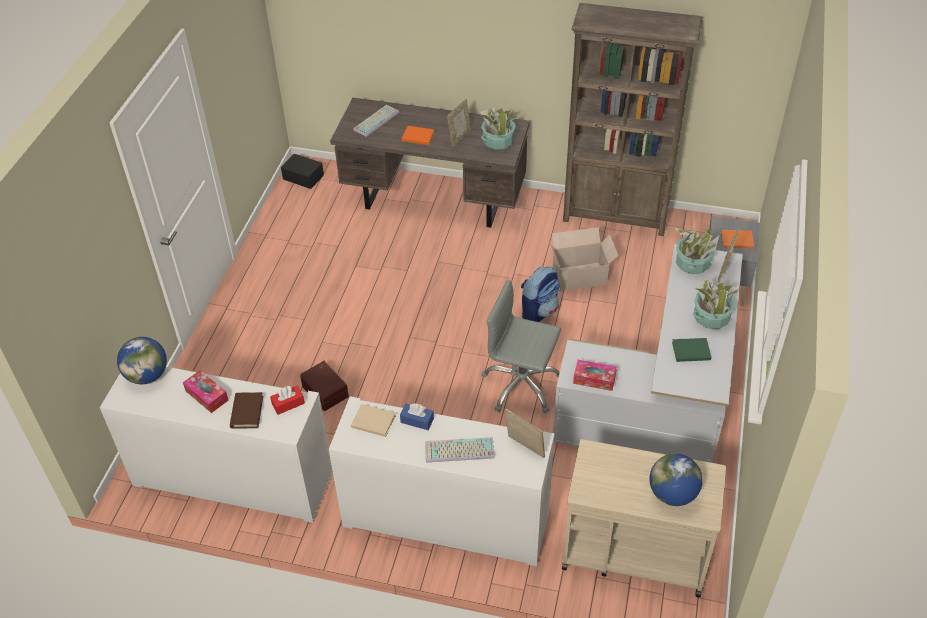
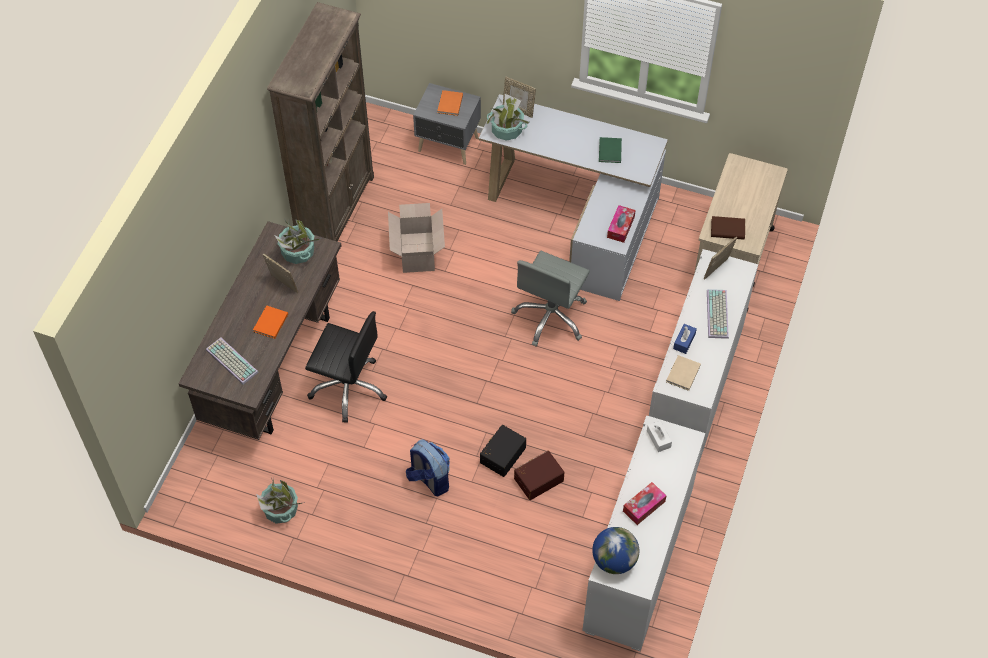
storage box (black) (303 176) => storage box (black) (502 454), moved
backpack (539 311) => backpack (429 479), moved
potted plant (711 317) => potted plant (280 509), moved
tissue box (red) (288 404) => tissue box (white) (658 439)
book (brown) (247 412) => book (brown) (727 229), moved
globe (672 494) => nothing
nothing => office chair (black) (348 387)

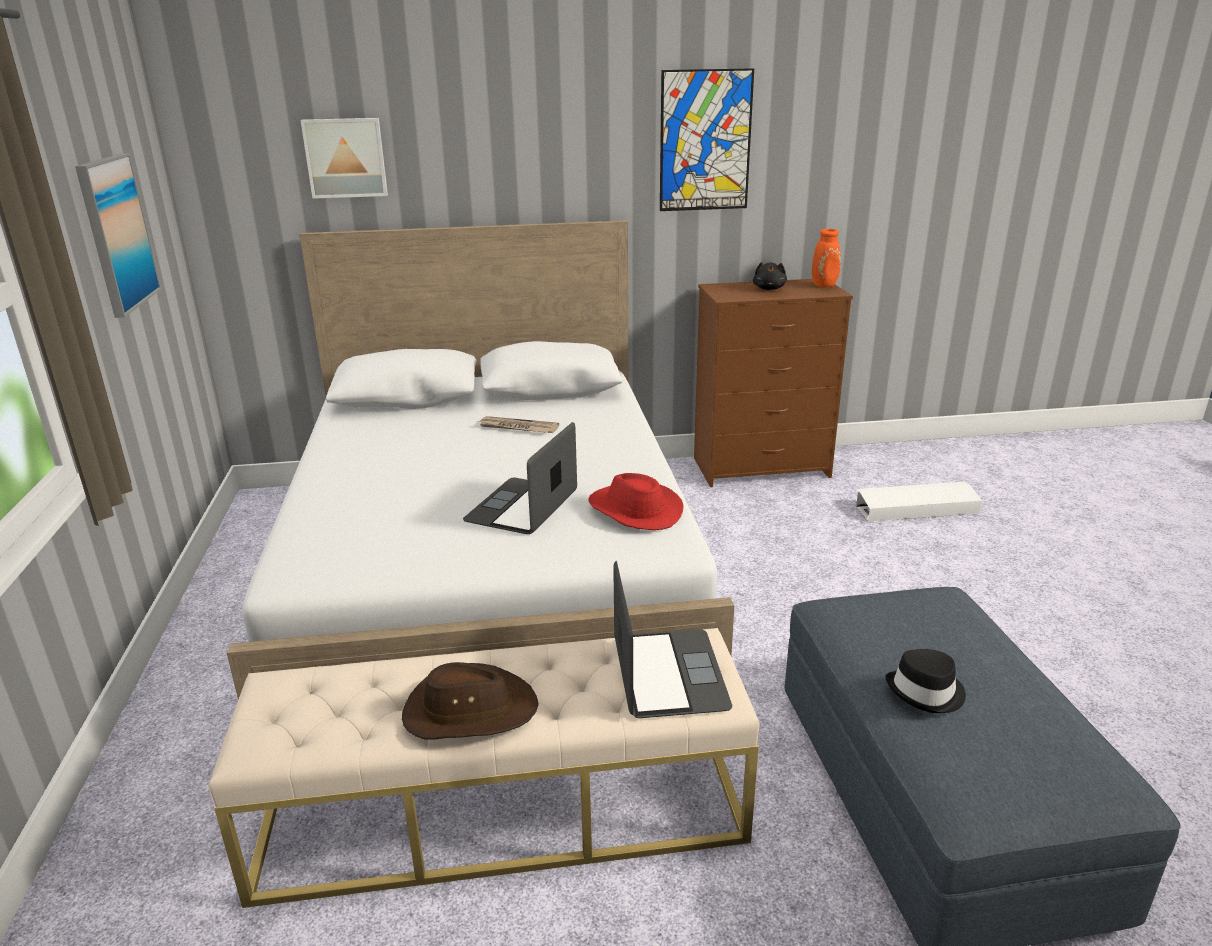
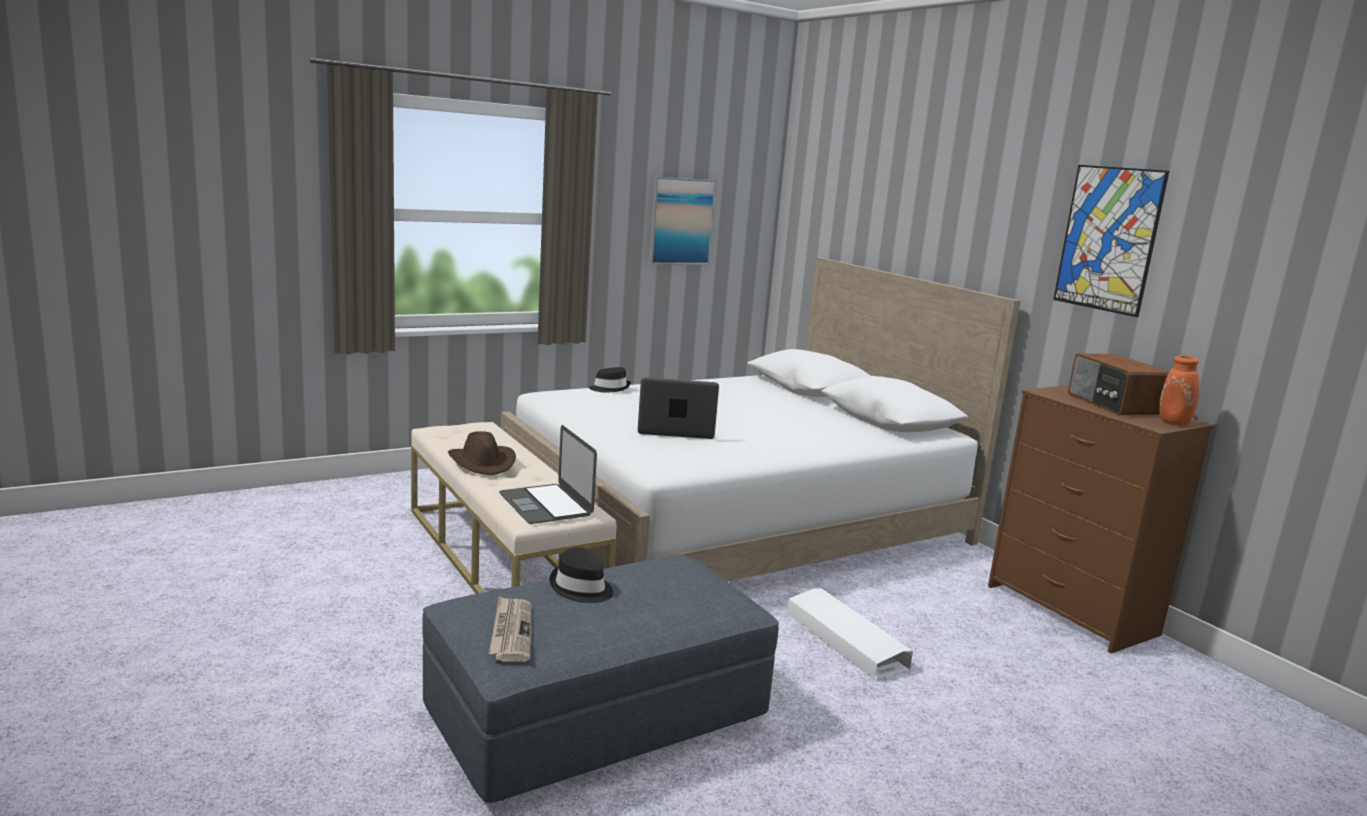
picture (345 158) => nothing
plush toy (black) (769 289) => radio (1111 404)
newspaper (517 427) => newspaper (511 631), moved
hat (red) (634 510) => nothing
storage box (white) (915 509) => storage box (white) (845 640), moved
laptop (668 673) => laptop (546 504), 90 degrees clockwise
nothing => hat (black) (610 388)

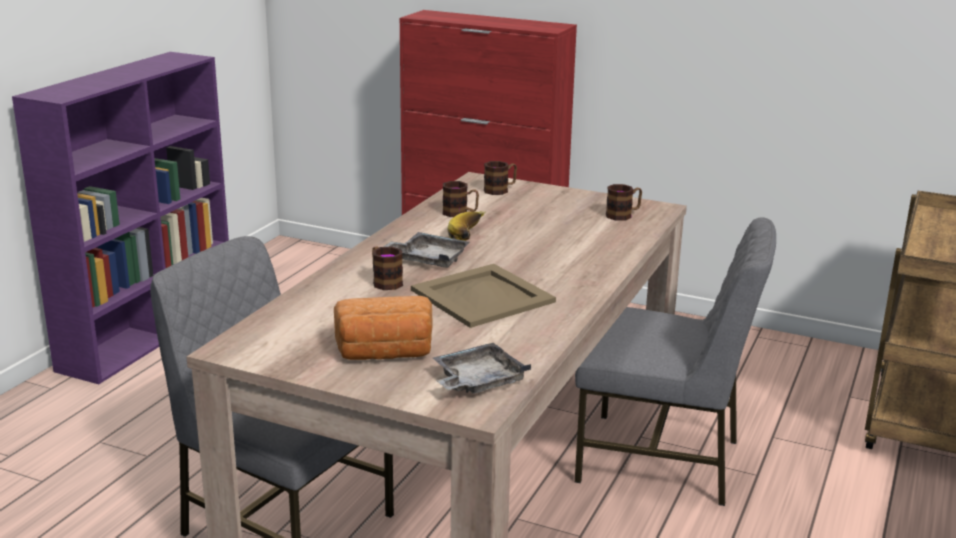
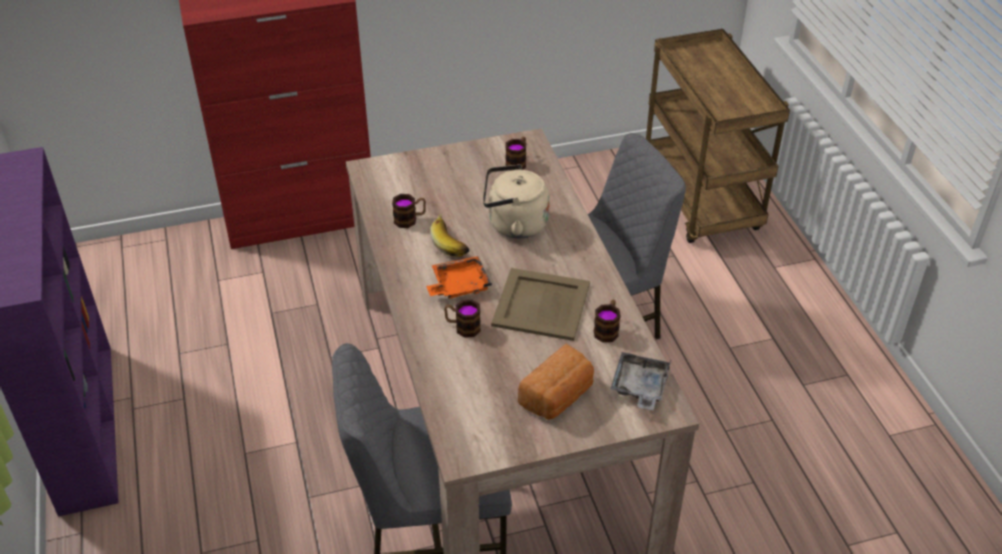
mug (500 190) => mug (607 329), moved
tray (grey) (429 259) => tray (orange) (459 285)
nothing => kettle (beige) (513 224)

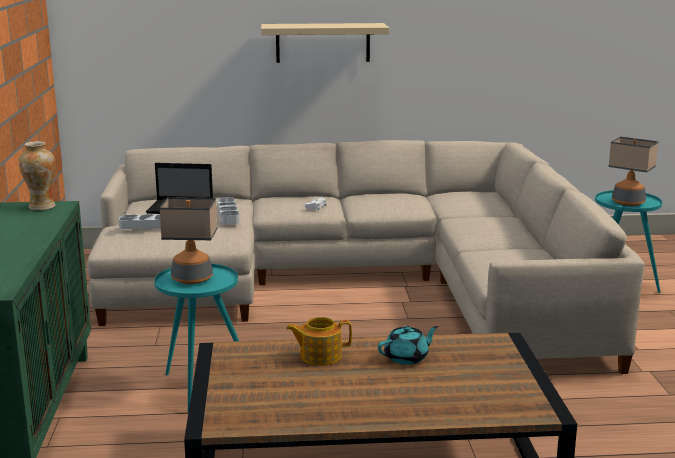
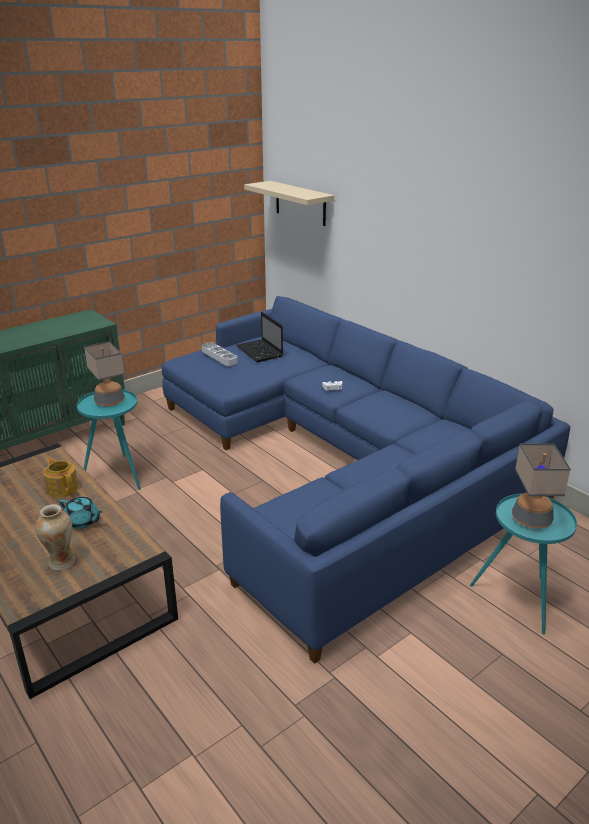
shelf (beige) (323 42) => shelf (beige) (300 203), moved
sofa (beige) (359 284) => sofa (blue) (340 465)
vase (42 207) => vase (61 562), moved
tray (grey) (228 214) => nothing

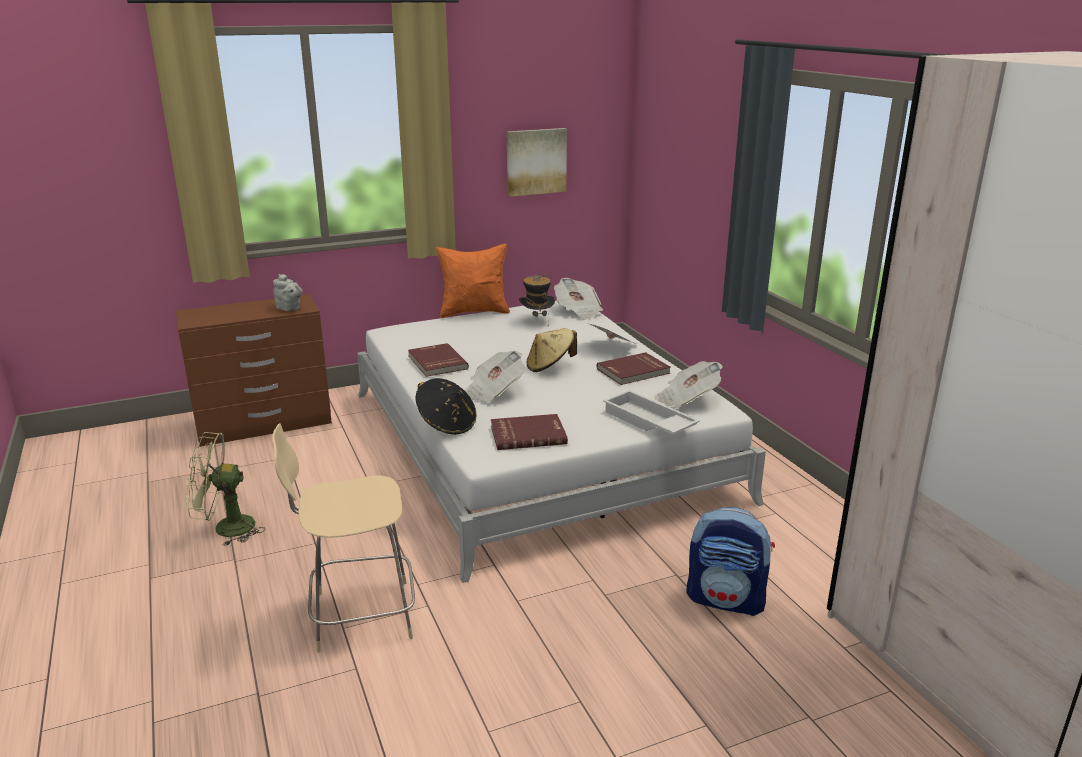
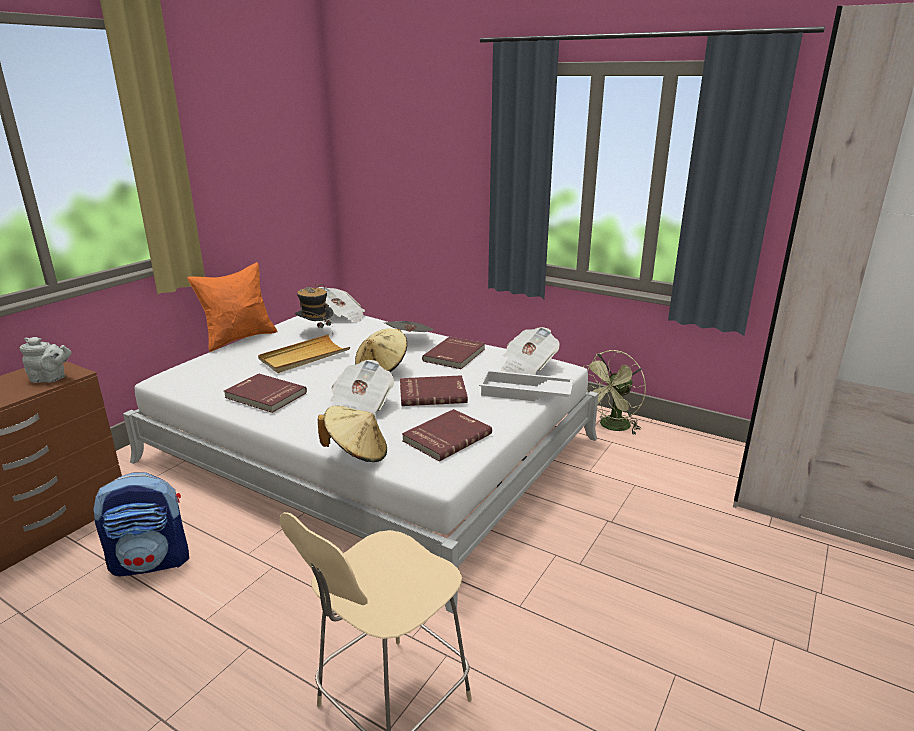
picture (536 161) => nothing
hat (black) (447 425) => hat (beige) (356 454)
fan (green) (225 528) => fan (green) (612 427), moved
backpack (726 600) => backpack (152 561), moved
nothing => tray (beige) (304 357)
nothing => book (red) (432 393)

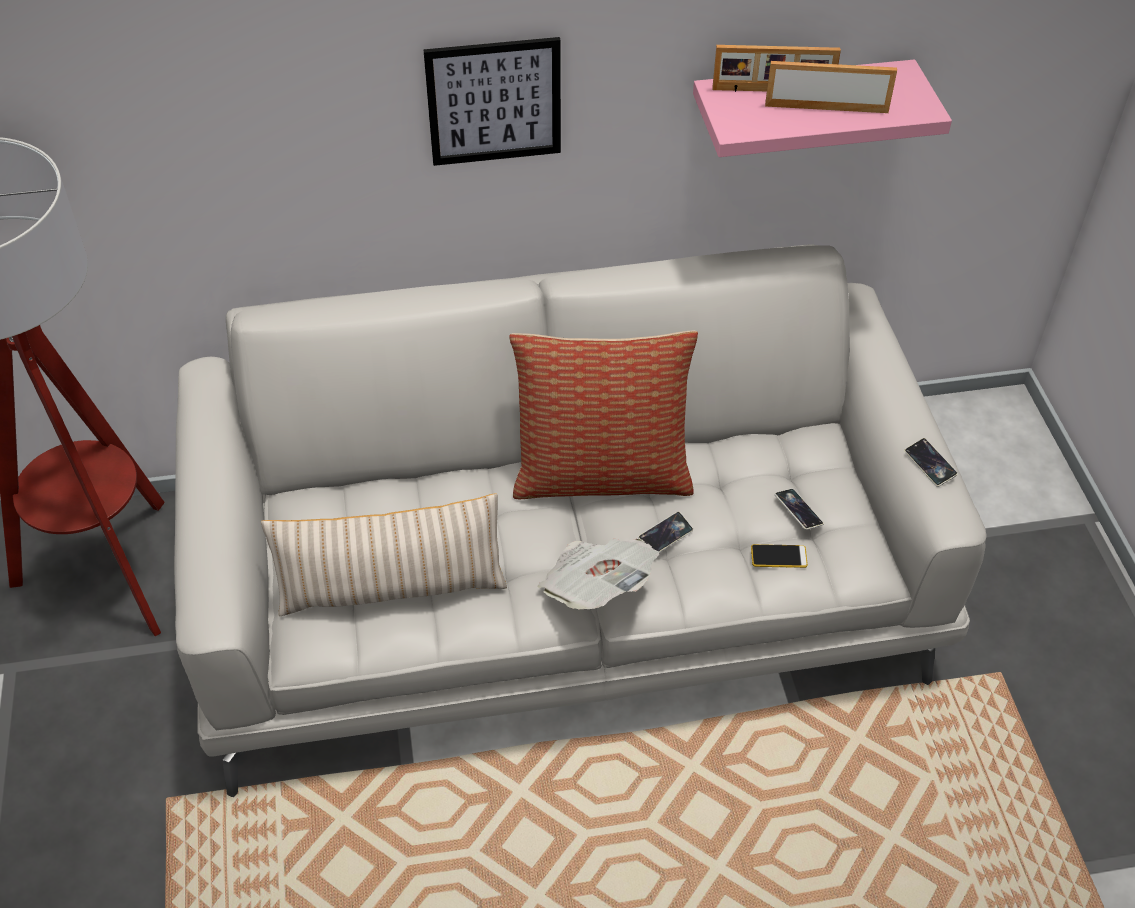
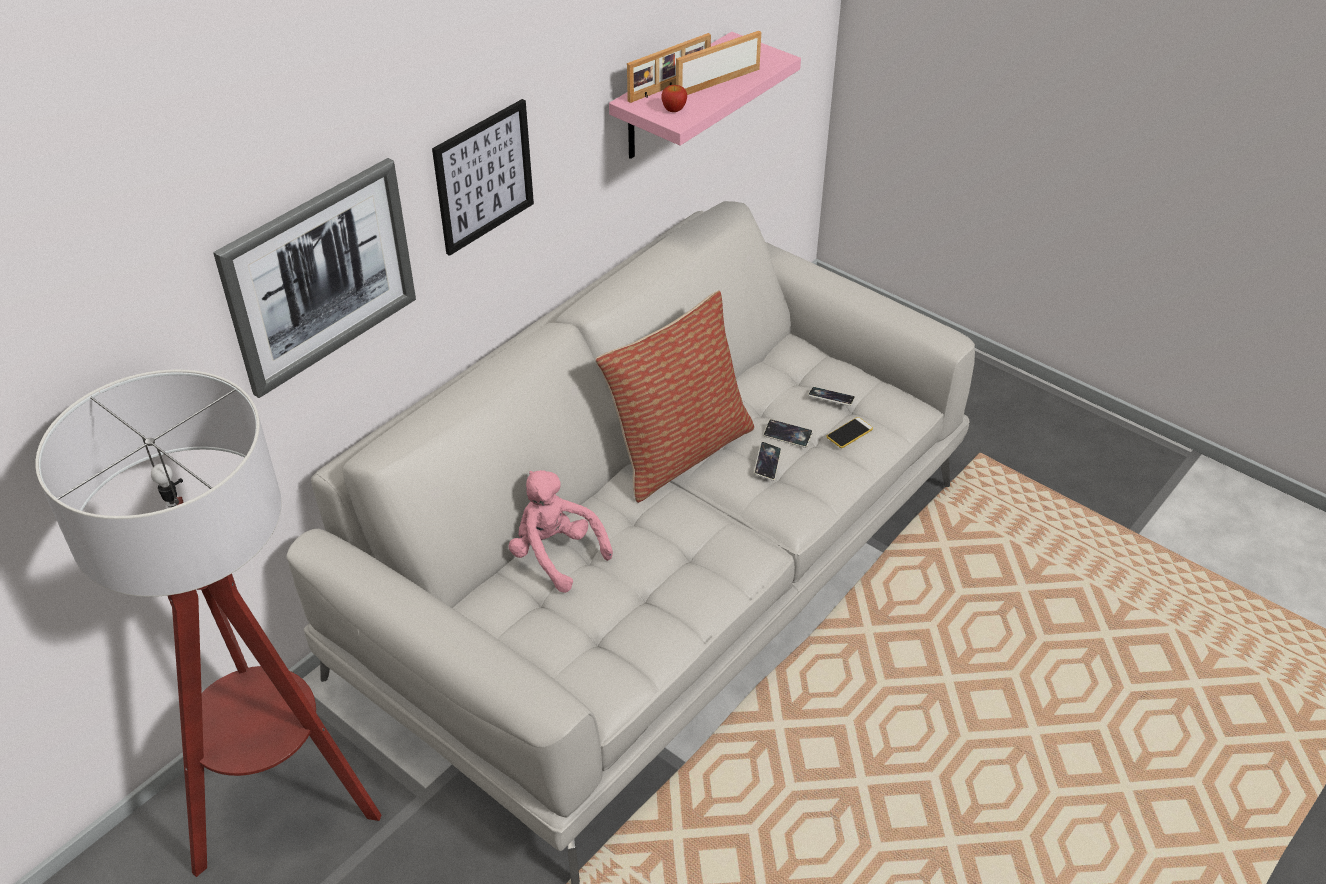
phone (929 464) => phone (787 435), moved
pillow (beige) (392 587) => nothing
newspaper (596 588) => nothing
nothing => apple (674 109)
nothing => picture (320 276)
nothing => plush toy (pink) (555 554)

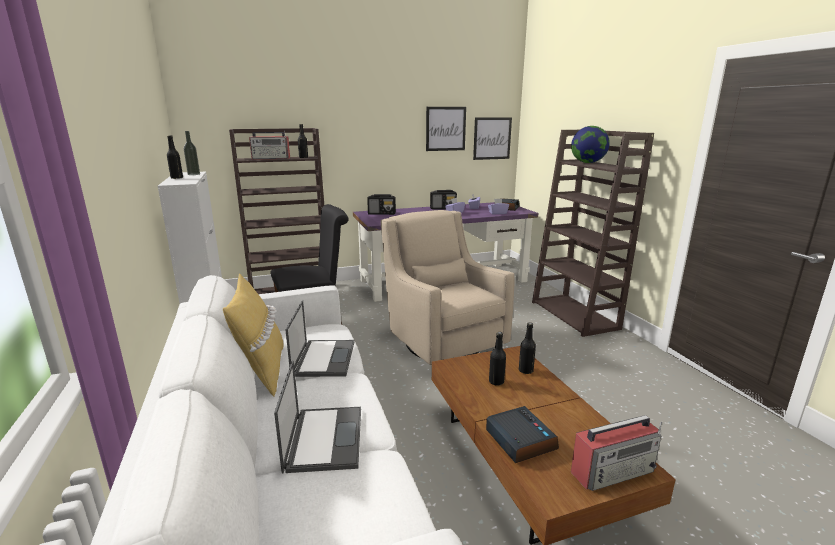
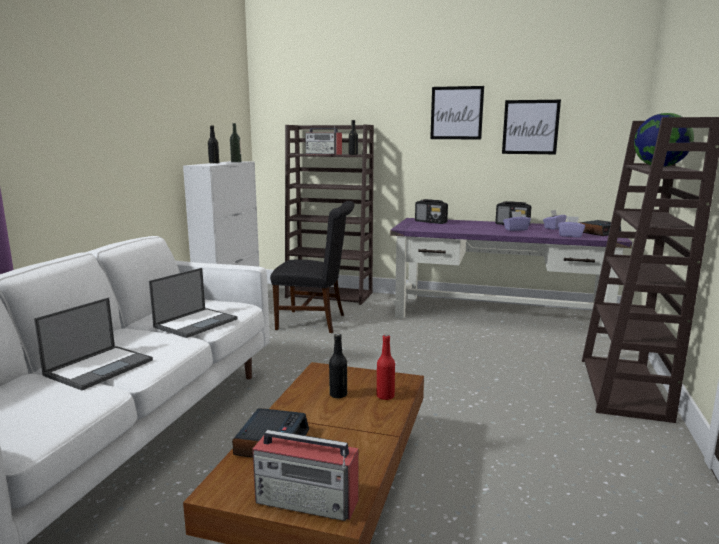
picture (492 138) => picture (456 113), moved
armchair (beige) (441 341) => nothing
pillow (yellow) (262 371) => nothing
bottle (black) (525 371) => bottle (red) (385 396)

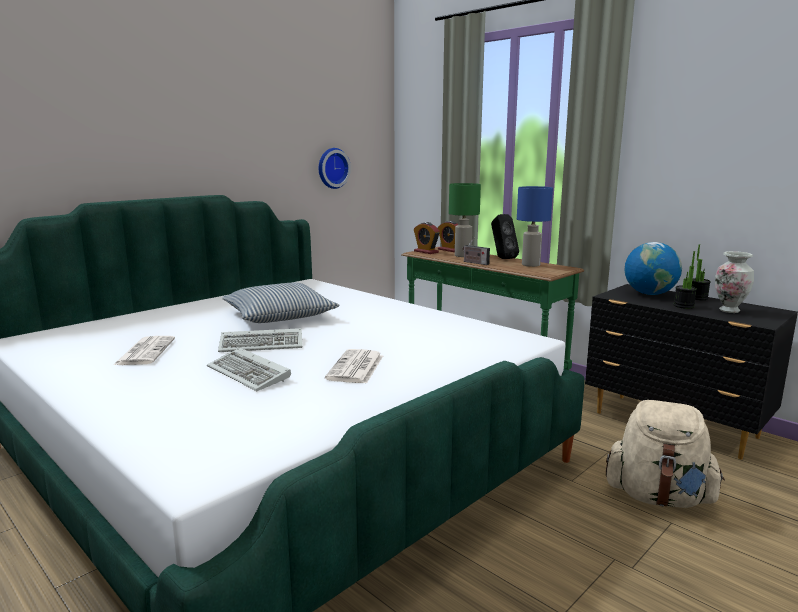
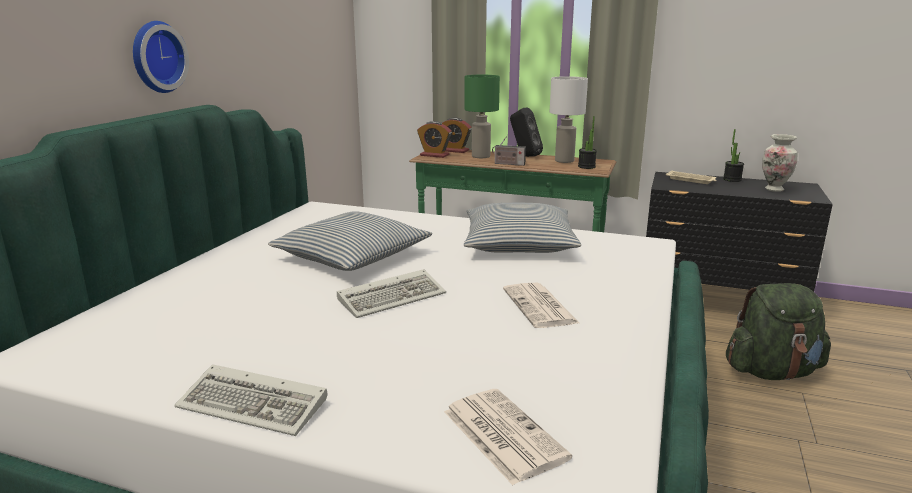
wall clock (332 168) => wall clock (156 57), moved
table lamp (blue) (531 265) => table lamp (white) (565 161)
globe (650 294) => tray (beige) (691 180)
potted plant (683 306) => potted plant (586 167), moved
newspaper (145 351) => newspaper (502 434), moved
keyboard (250 374) => keyboard (256 405), moved
backpack (beige) (658 497) => backpack (green) (772 372)
nothing => pillow (519 243)

